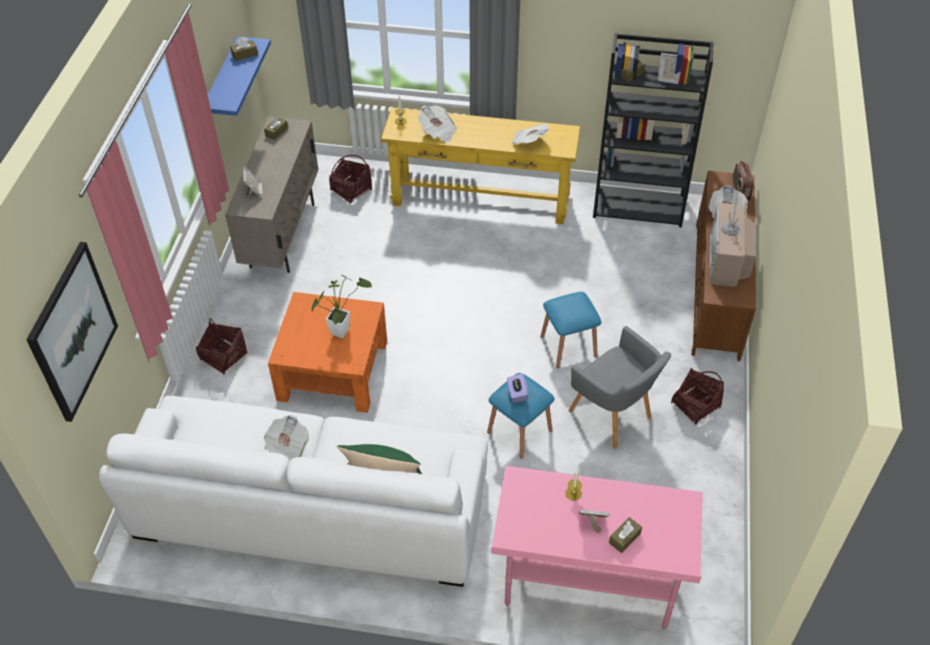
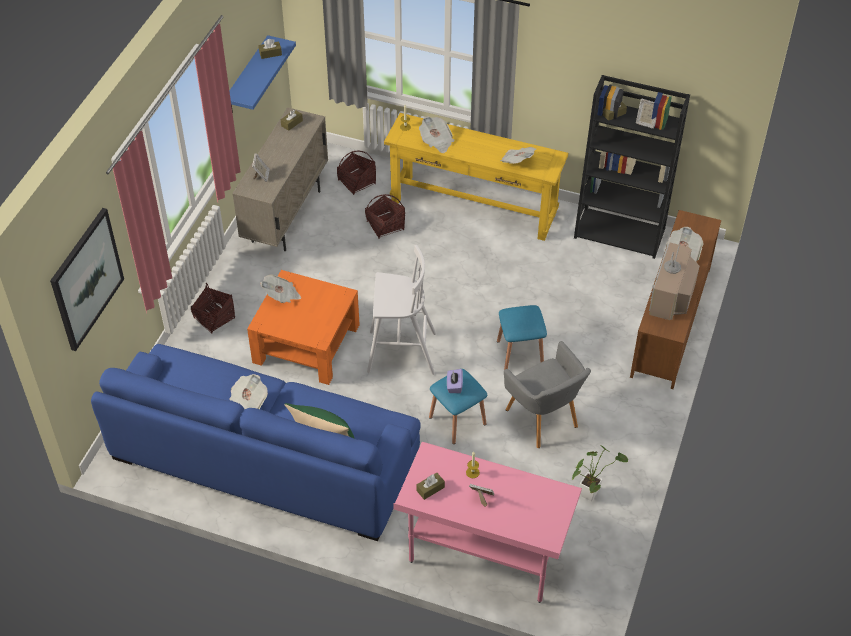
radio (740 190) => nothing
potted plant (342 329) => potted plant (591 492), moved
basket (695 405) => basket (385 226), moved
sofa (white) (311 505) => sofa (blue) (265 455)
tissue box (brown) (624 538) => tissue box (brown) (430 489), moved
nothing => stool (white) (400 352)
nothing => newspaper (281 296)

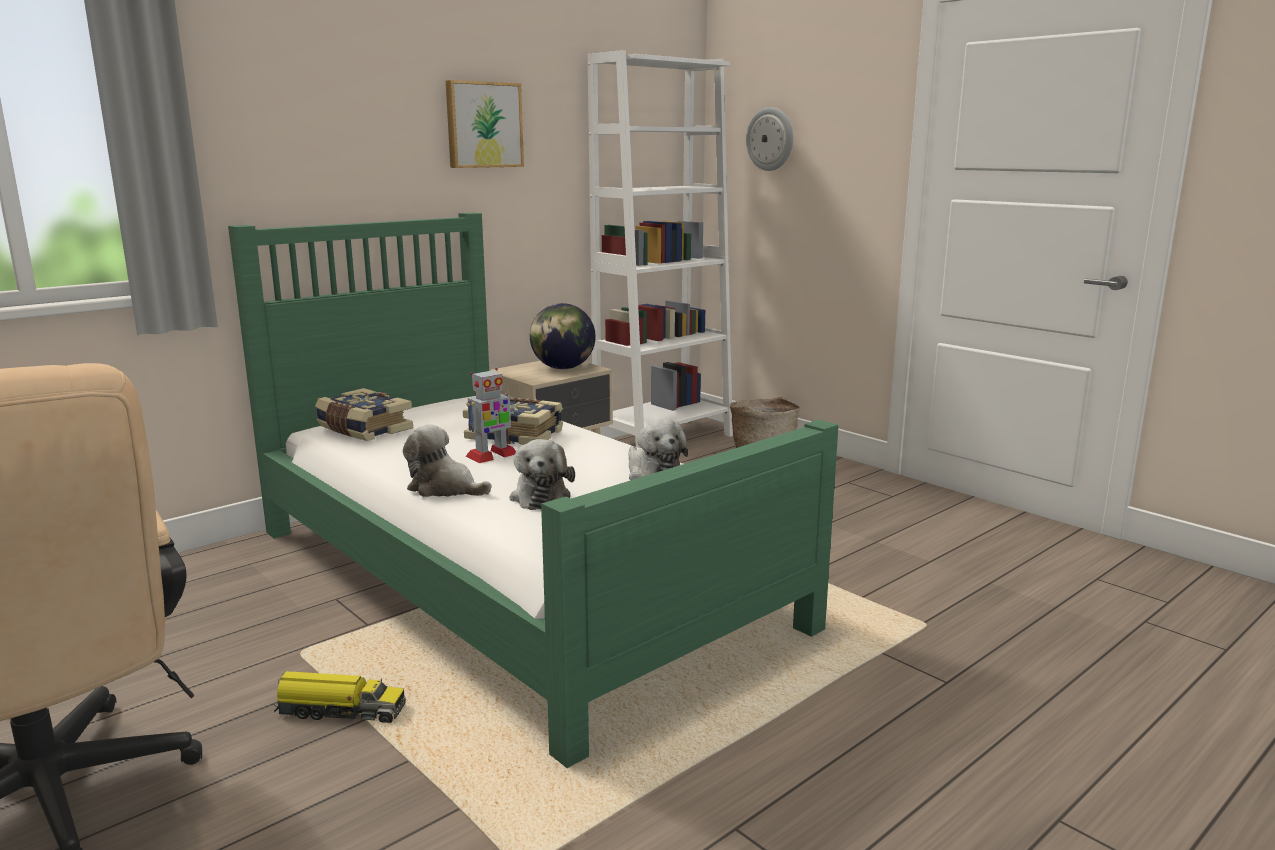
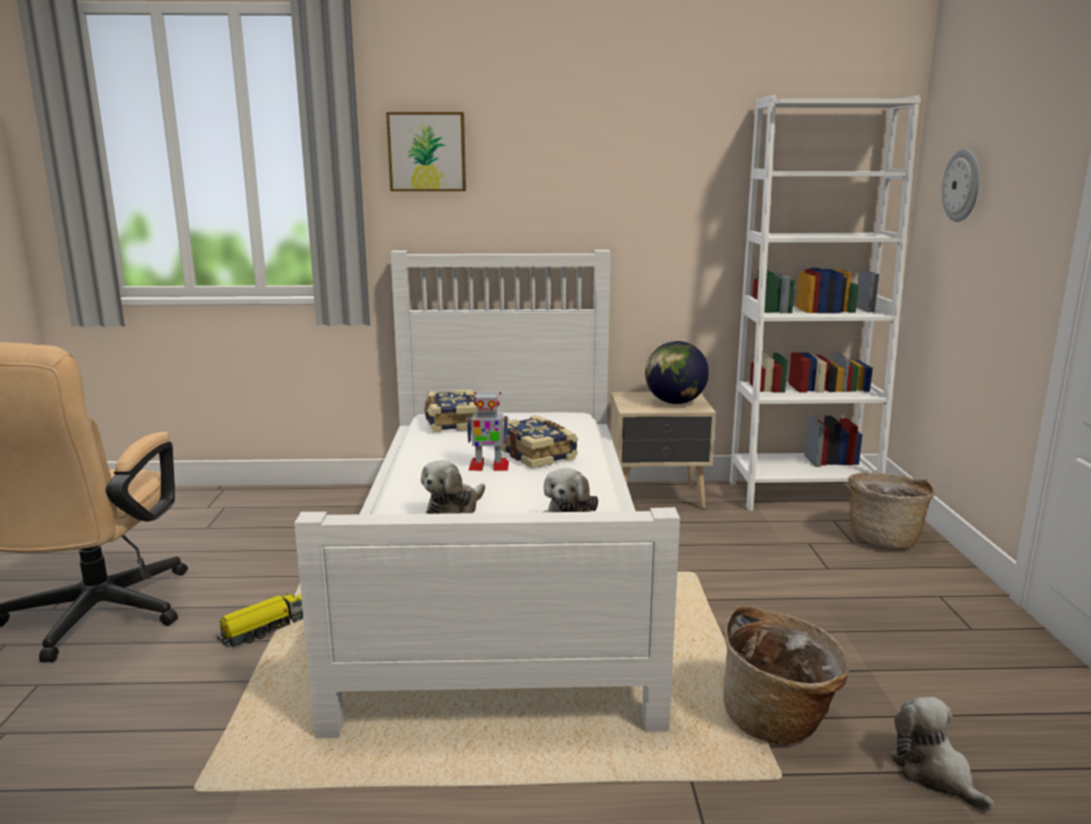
picture (483 125) => picture (427 152), moved
bed (green) (512 575) => bed (white) (500 575)
plush toy (445 488) => plush toy (935 774), moved
toy truck (340 711) => toy truck (268 628), 90 degrees counterclockwise
nothing => basket (778 720)

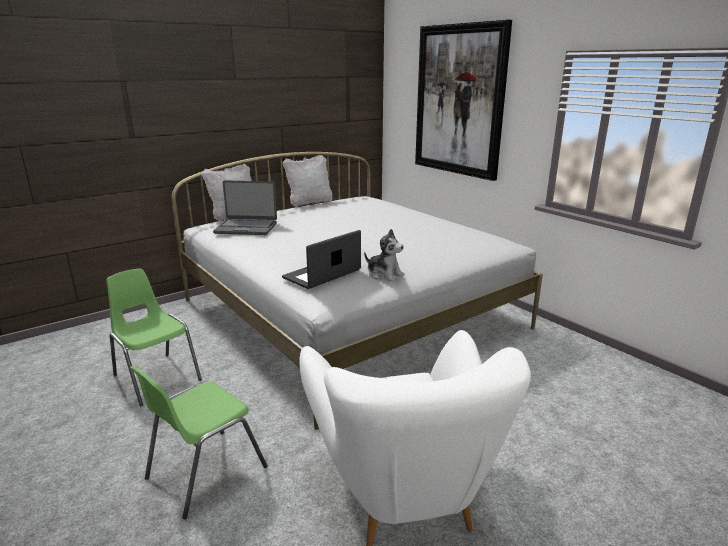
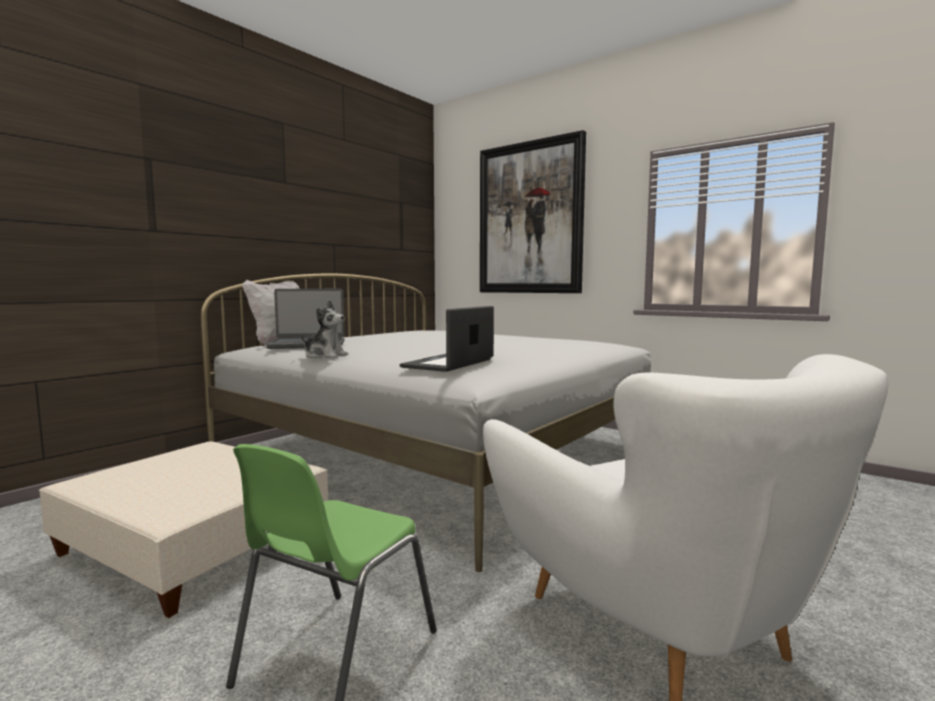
pillow (white) (309 202) => nothing
plush toy (384 274) => plush toy (325 356), moved
chair (green) (156 377) => ottoman (beige) (195 543)

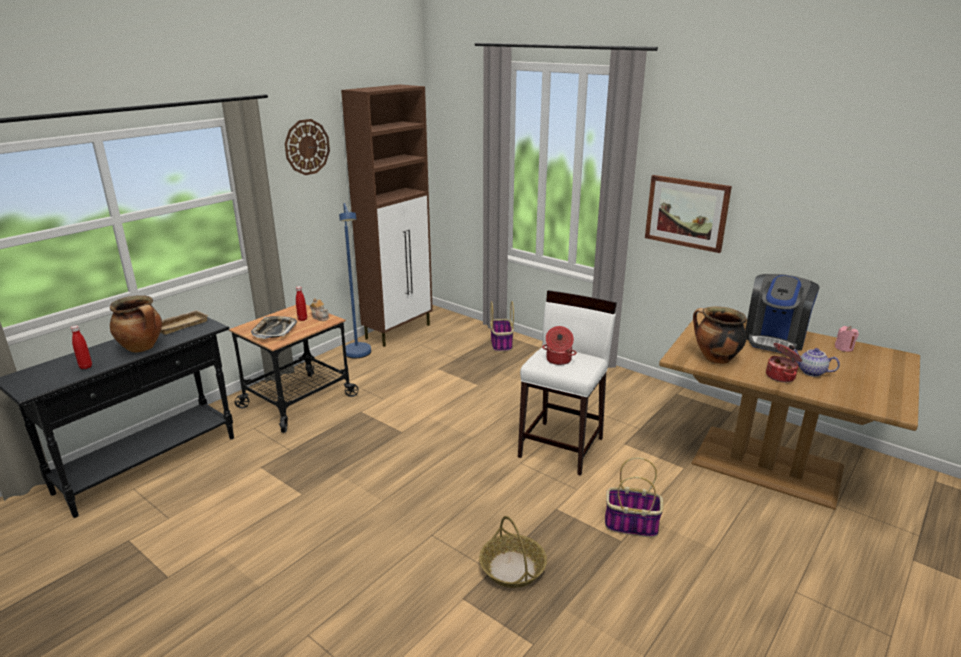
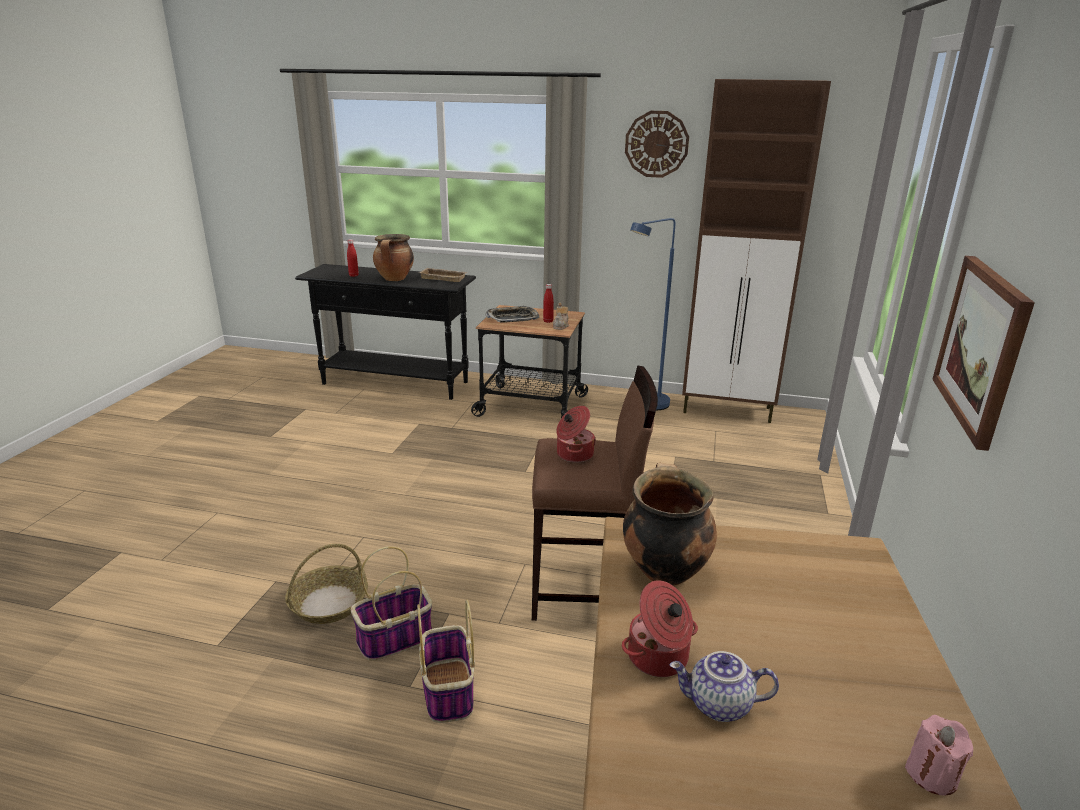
coffee machine (774 338) => nothing
stool (white) (562 447) => stool (brown) (585 590)
basket (501 344) => basket (394 639), moved
teapot (811 372) => teapot (719 706), 90 degrees counterclockwise

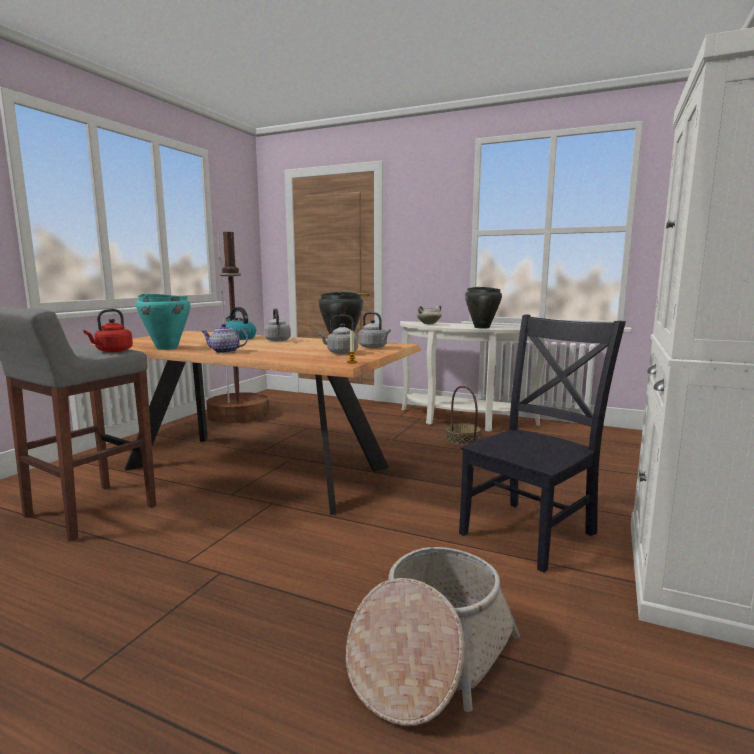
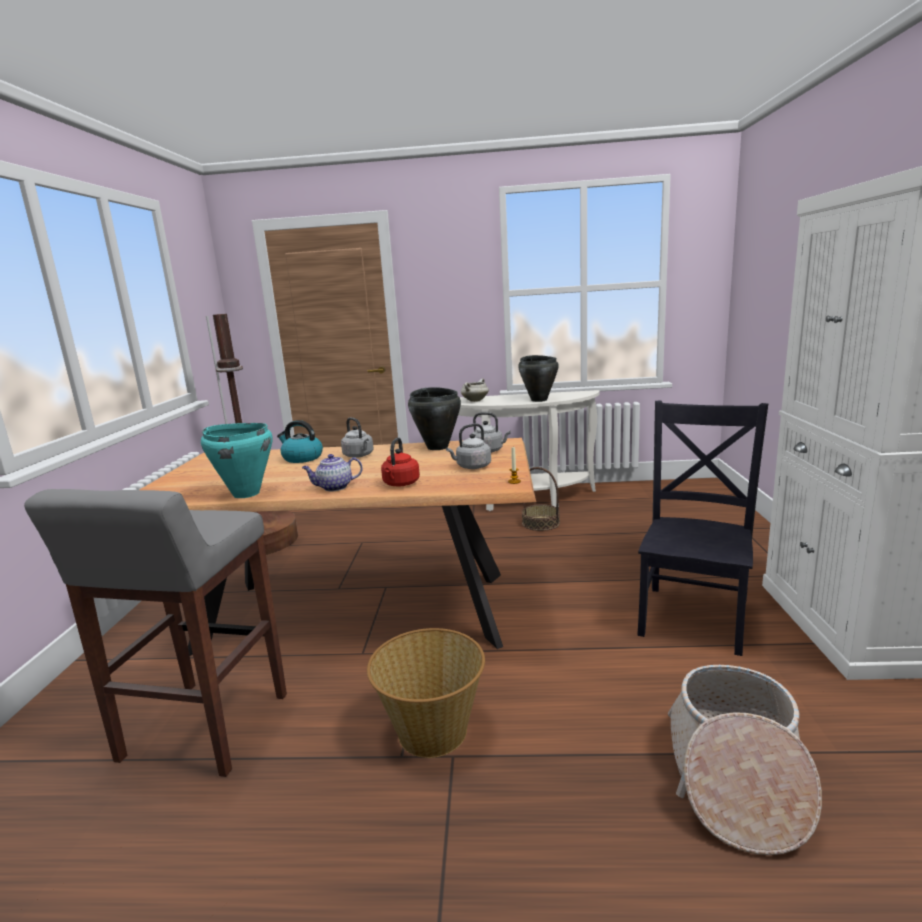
kettle (red) (112 351) => kettle (red) (400 484), moved
nothing => basket (432 730)

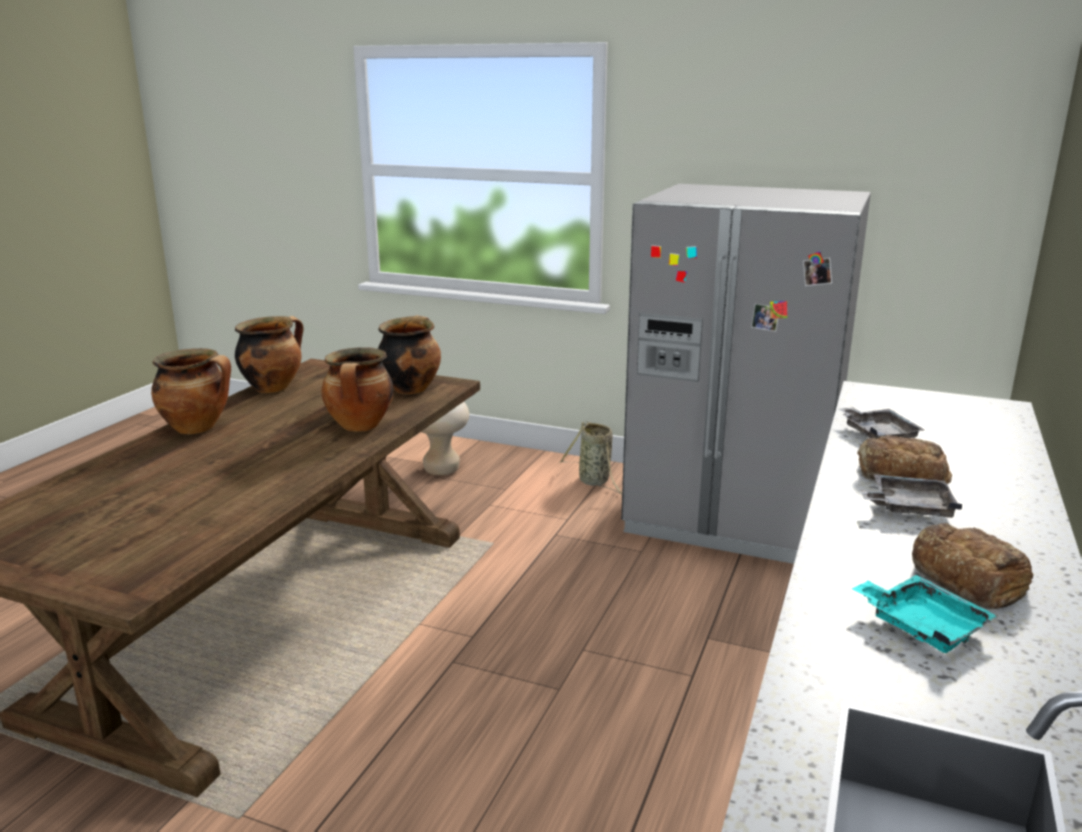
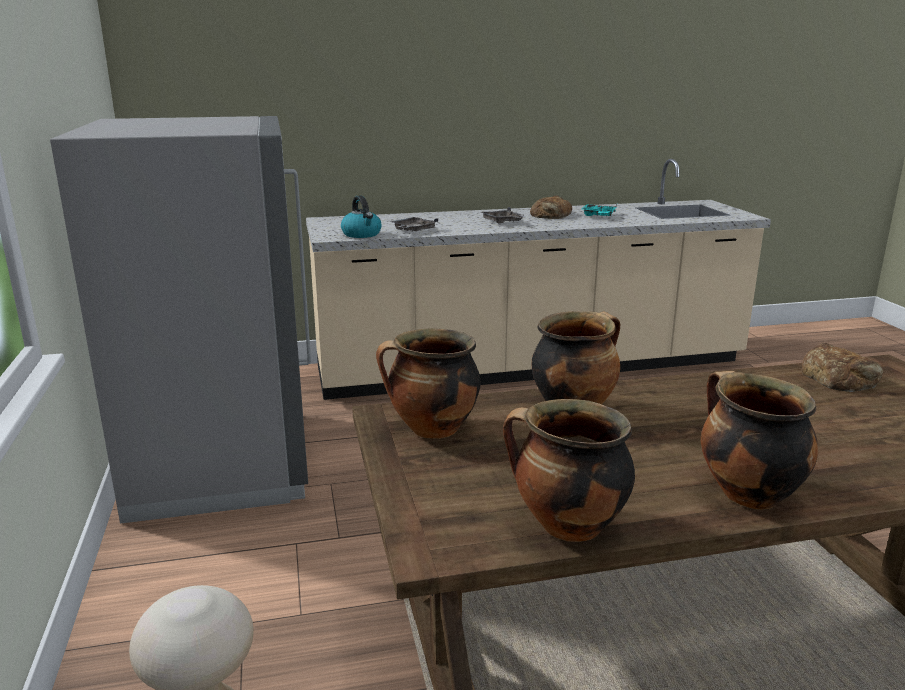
basket (595 482) => nothing
bread (900 473) => bread (839 377), moved
nothing => kettle (362 234)

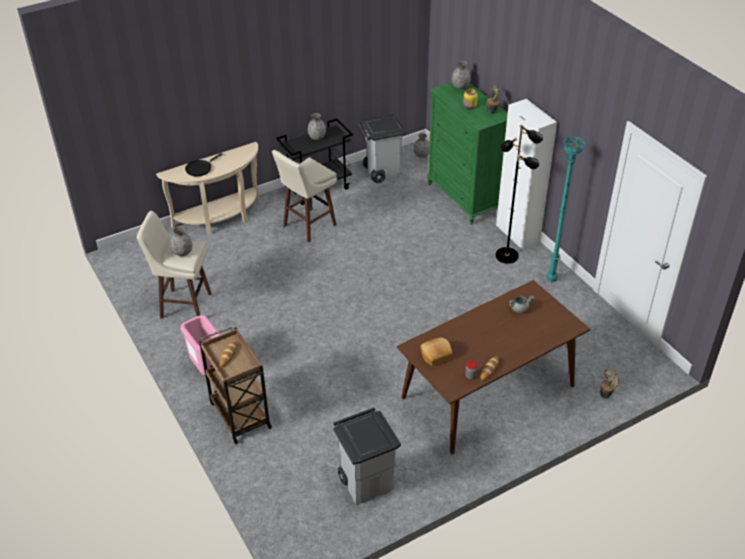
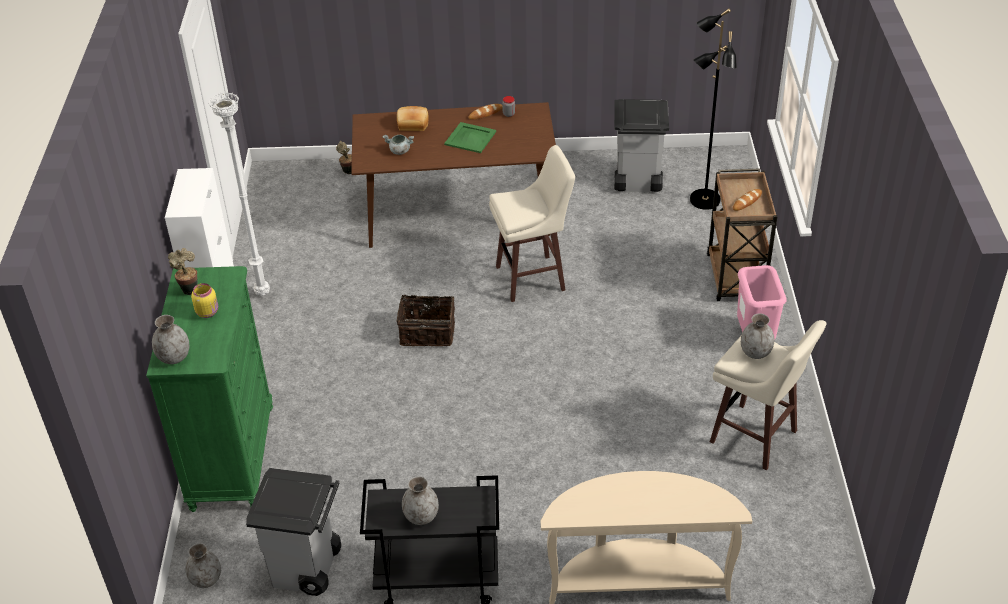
floor lamp (black) (507 255) => floor lamp (black) (704 200), moved
floor lamp (turquoise) (552 280) => floor lamp (white) (261 293)
stool (beige) (308 226) => stool (beige) (533 278), moved
frying pan (black) (200 168) => nothing
bread (435 355) => bread (413 125), moved
nothing => tray (green) (470 138)
nothing => basket (427 332)

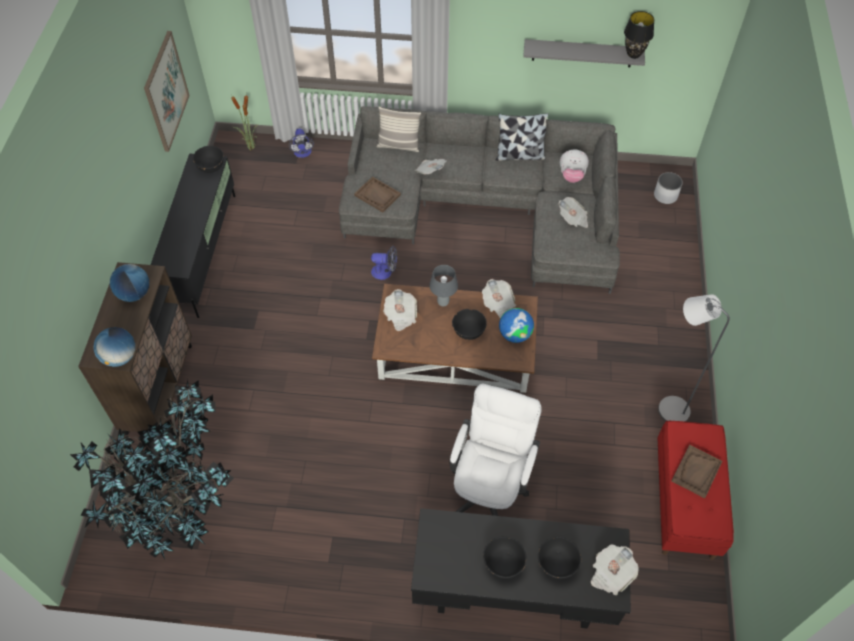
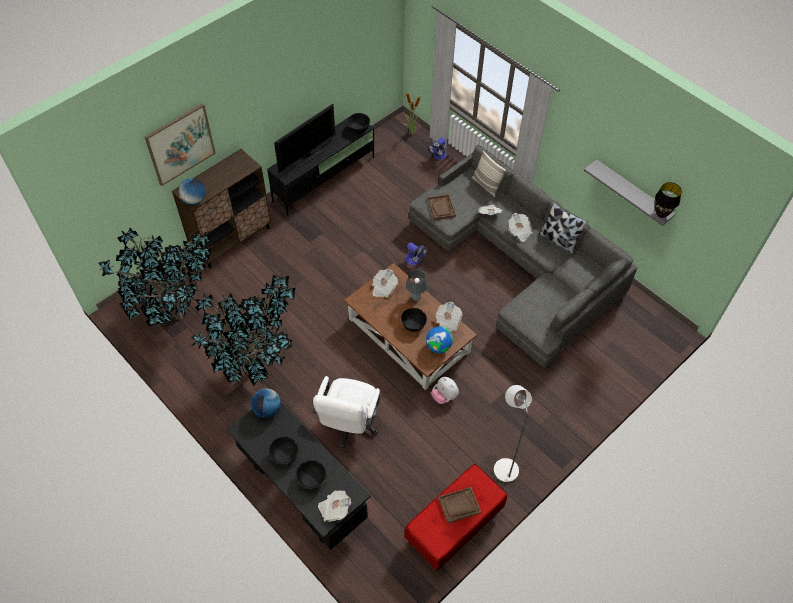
picture (166 91) => picture (180 144), moved
plush toy (571 176) => plush toy (444 396), moved
planter (white) (665 196) => nothing
newspaper (573 219) => newspaper (519 231), moved
globe (134 294) => globe (267 410), moved
office chair (white) (490 486) => office chair (white) (349 425), 135 degrees clockwise
nothing => television (307 156)
nothing => potted plant (258 376)

